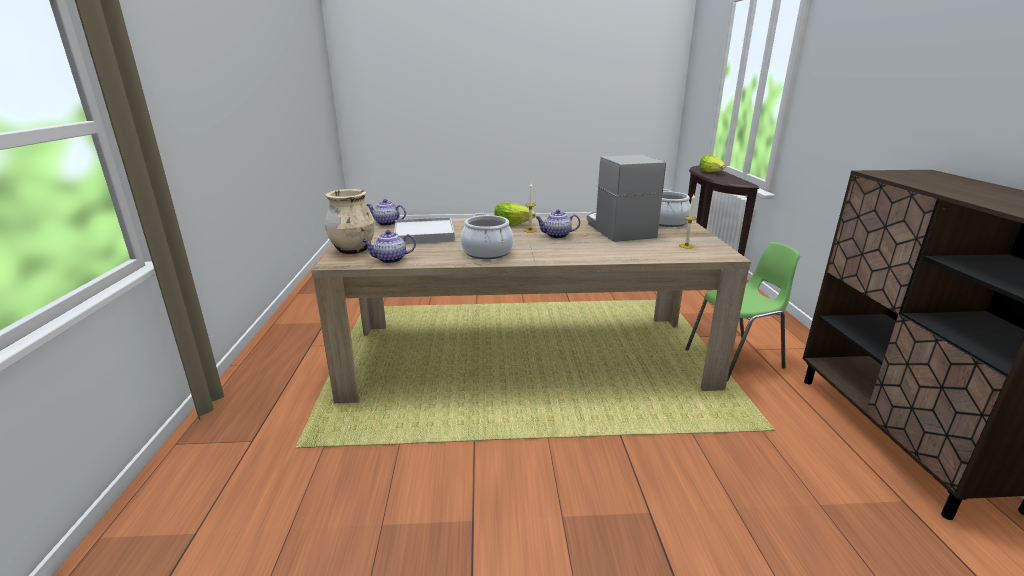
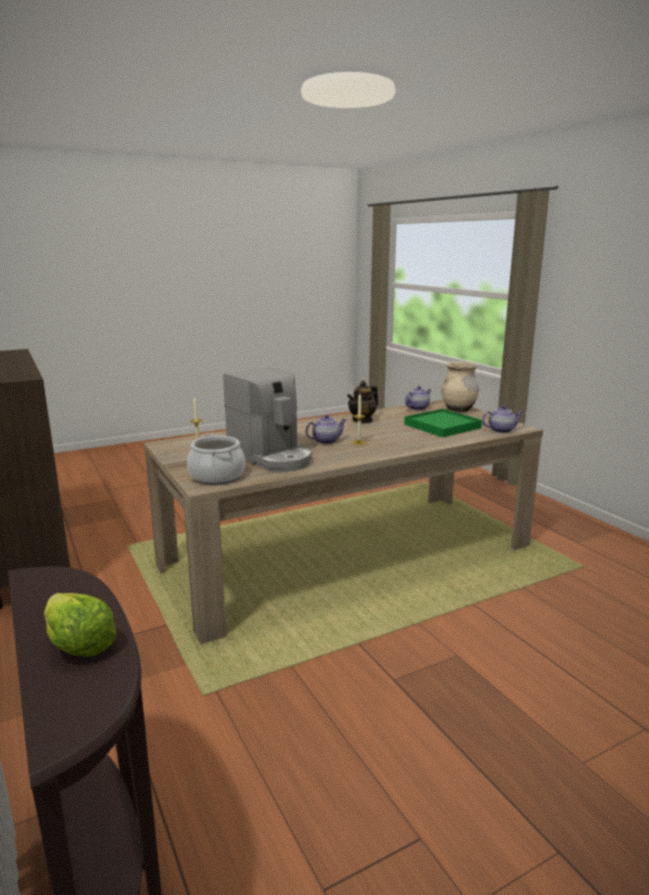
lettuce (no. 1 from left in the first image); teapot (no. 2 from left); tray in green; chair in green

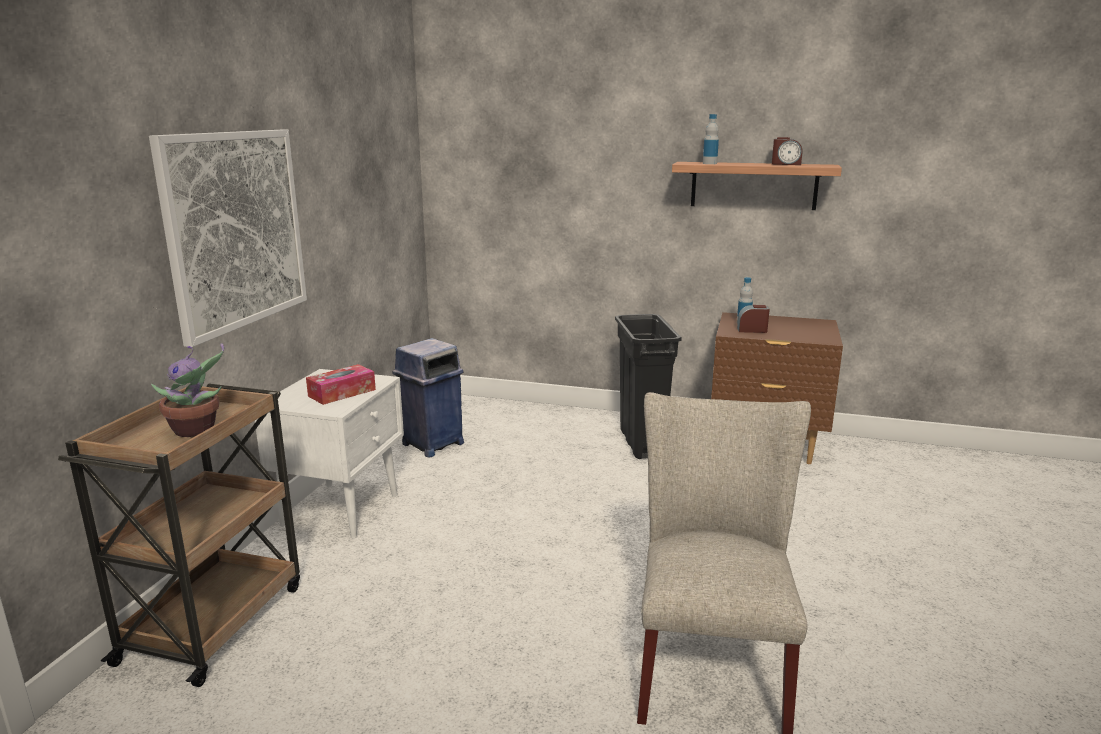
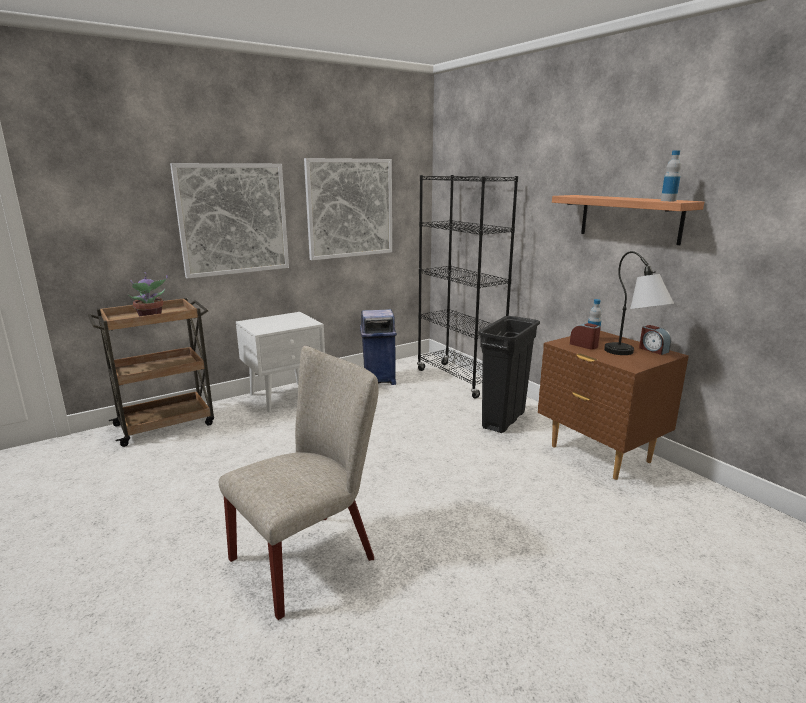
bottle (no. 2 from left); alarm clock (no. 2 from left); tissue box; picture (no. 2 from left); bookcase in black; table lamp

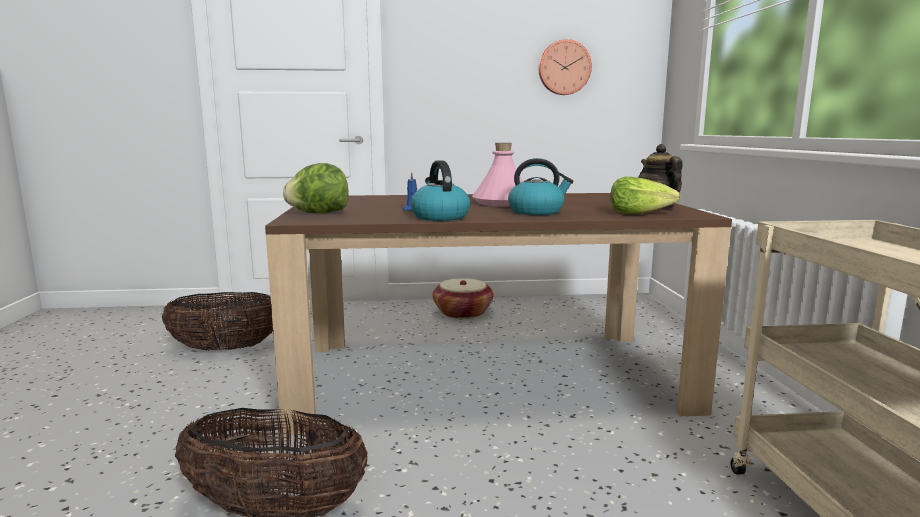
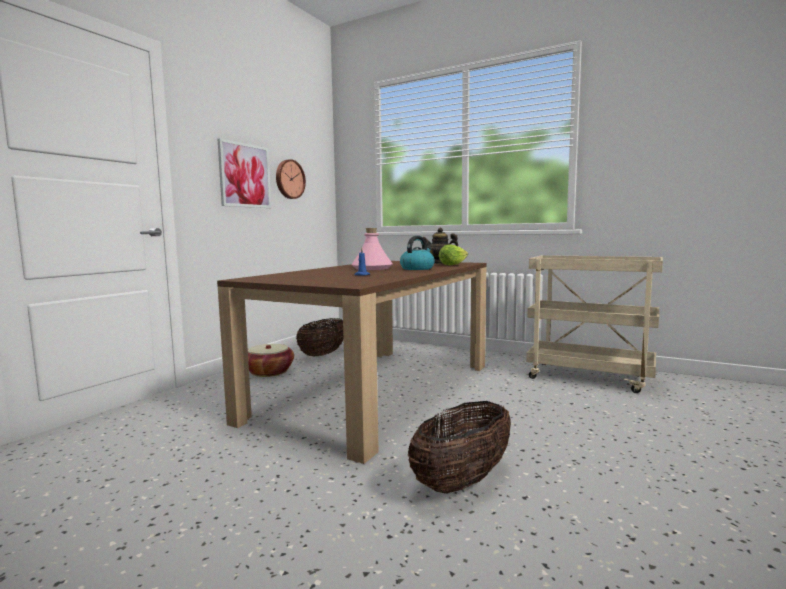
kettle (no. 1 from left in the first image); lettuce (no. 1 from left in the first image); basket (no. 2 from left); picture

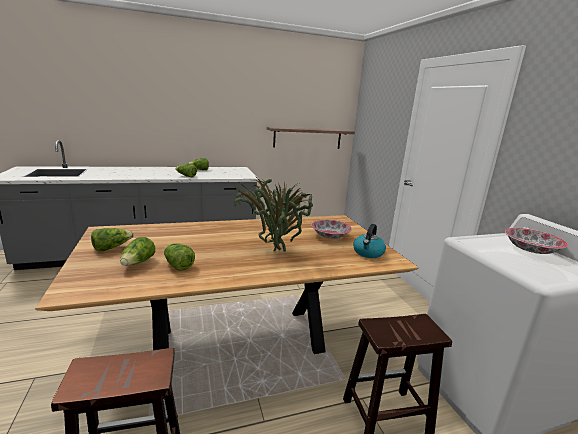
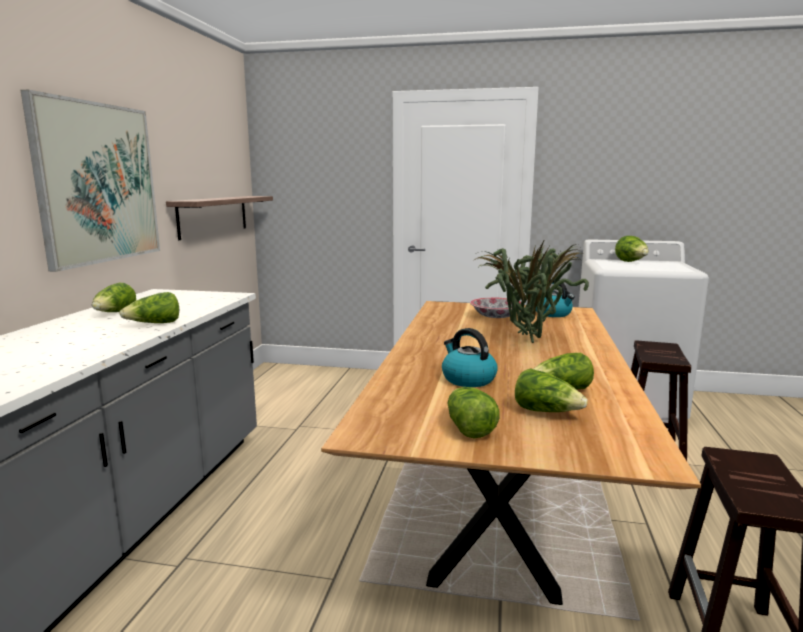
lettuce (no. 6 from left); picture; kettle (no. 1 from left)

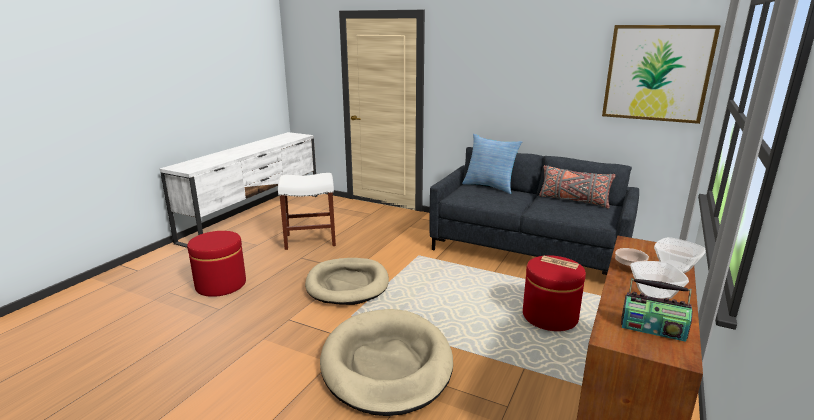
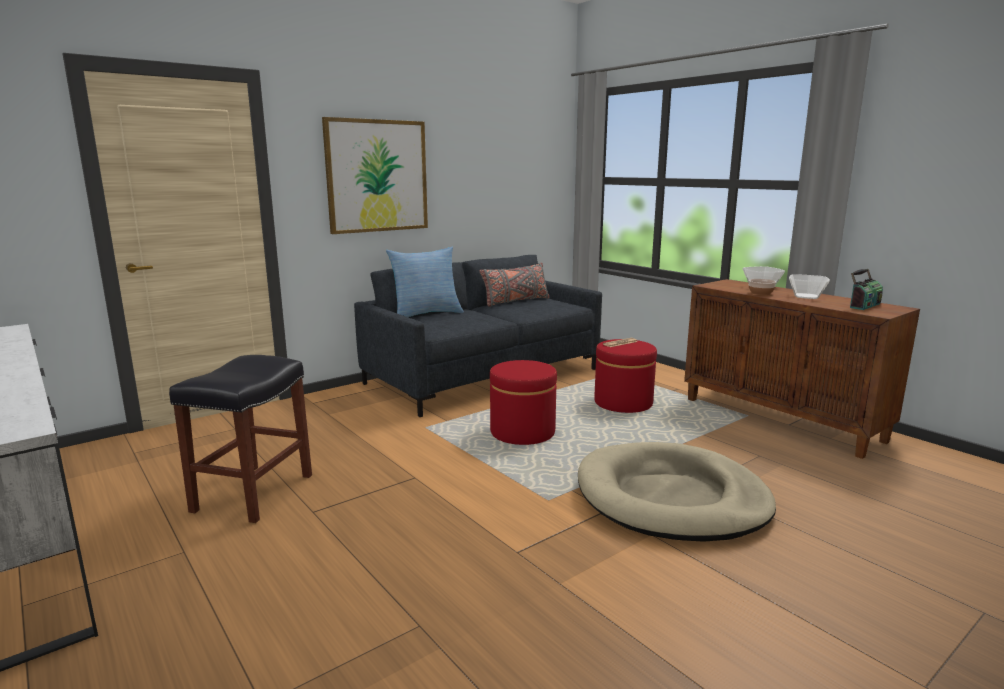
picture; stool in black; ottoman in red (no. 1 from left); dog bed in beige (no. 1 from left in the first image)

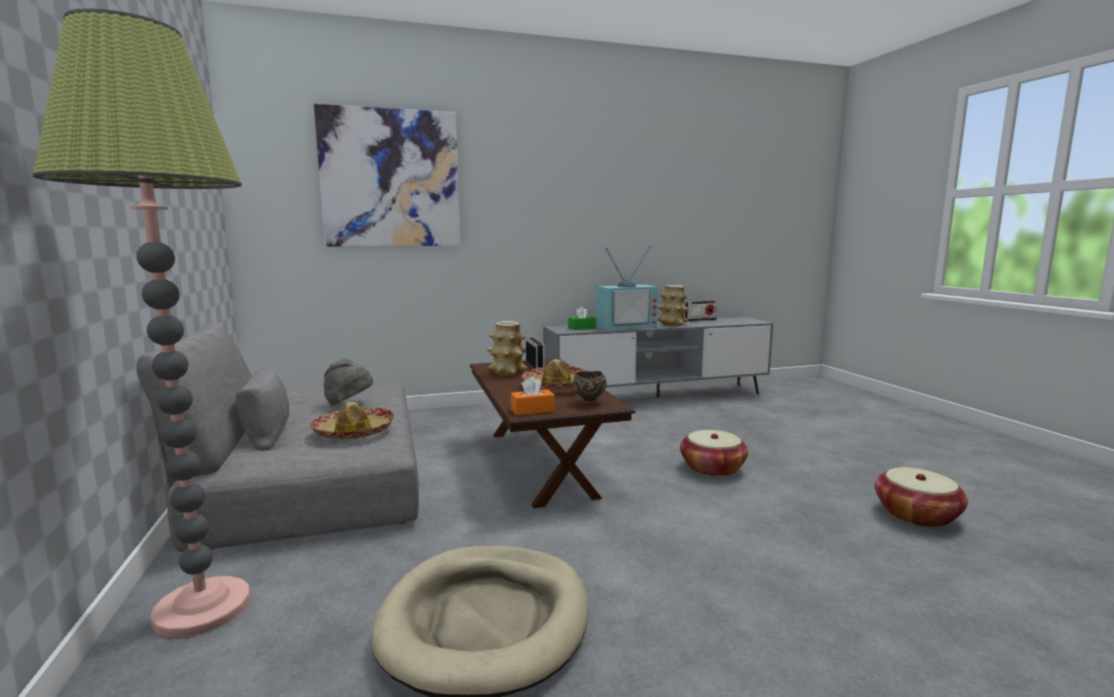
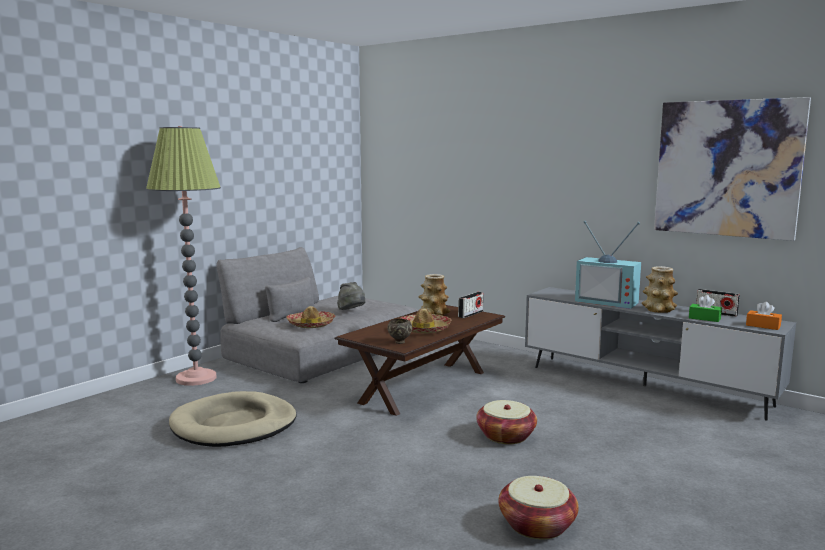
picture; tissue box in green; tissue box in orange

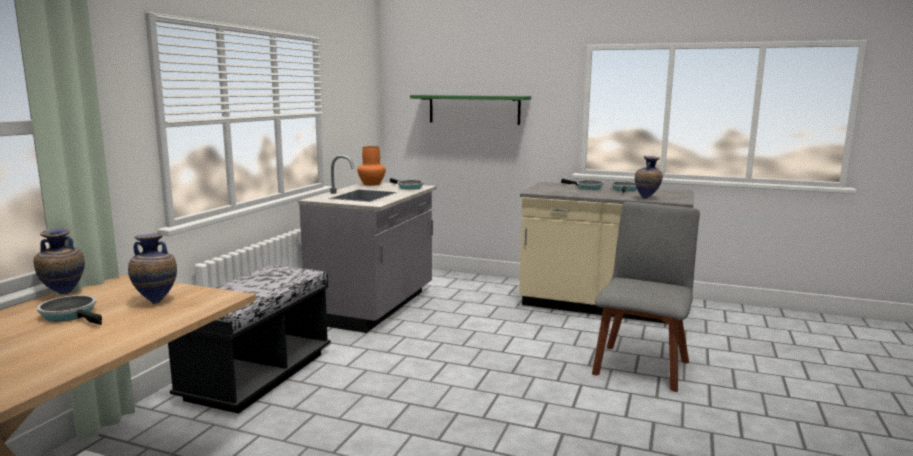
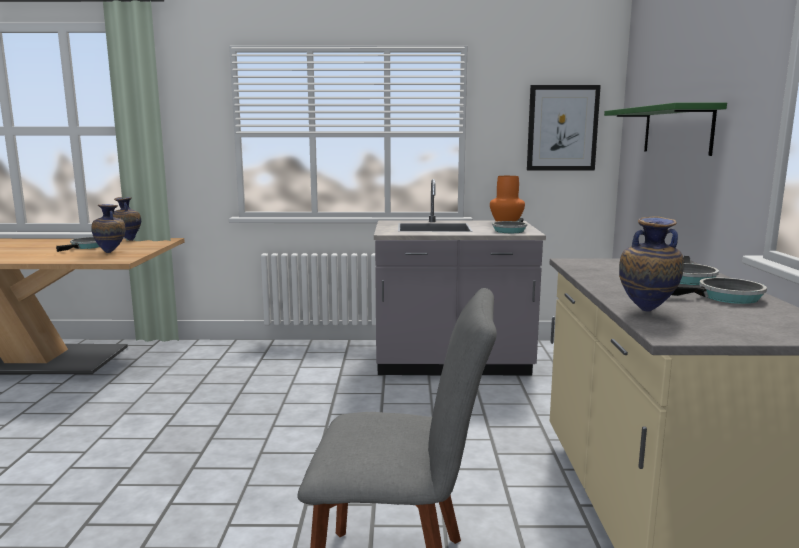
bench in black; picture

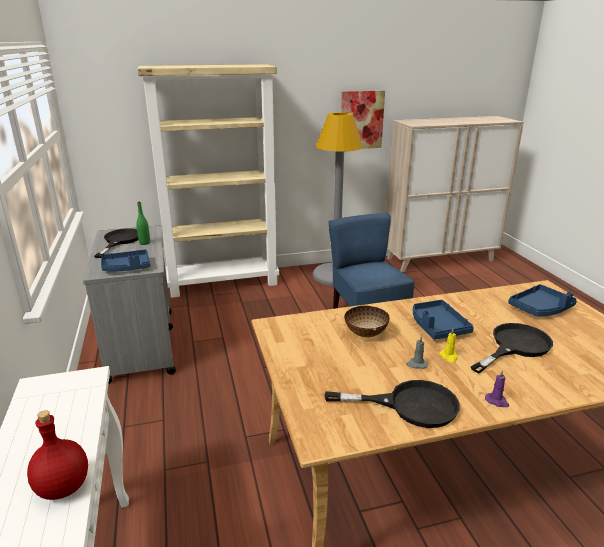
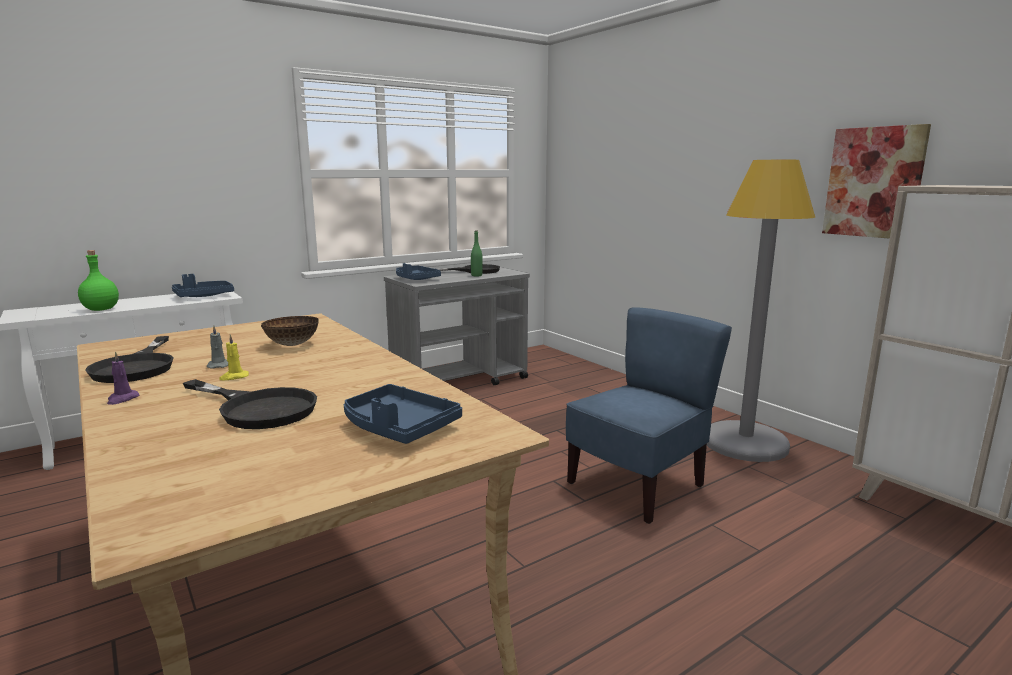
bookcase in beige; tray in blue (no. 1 from left); bottle in green (no. 1 from left)

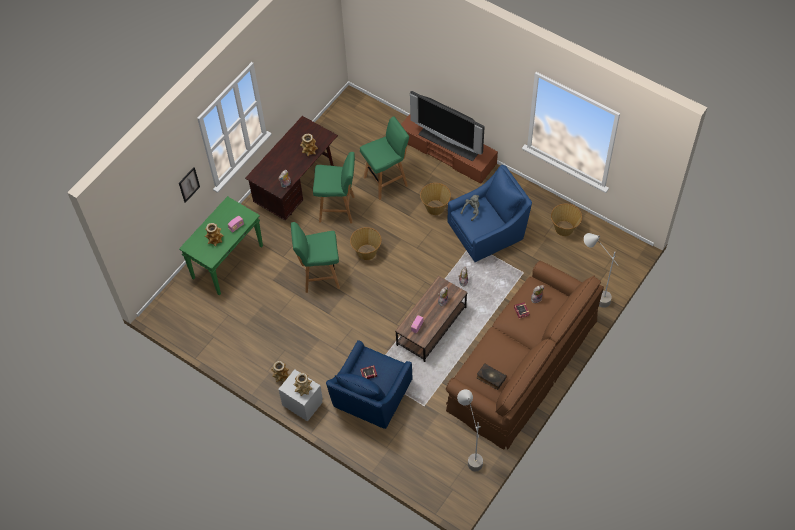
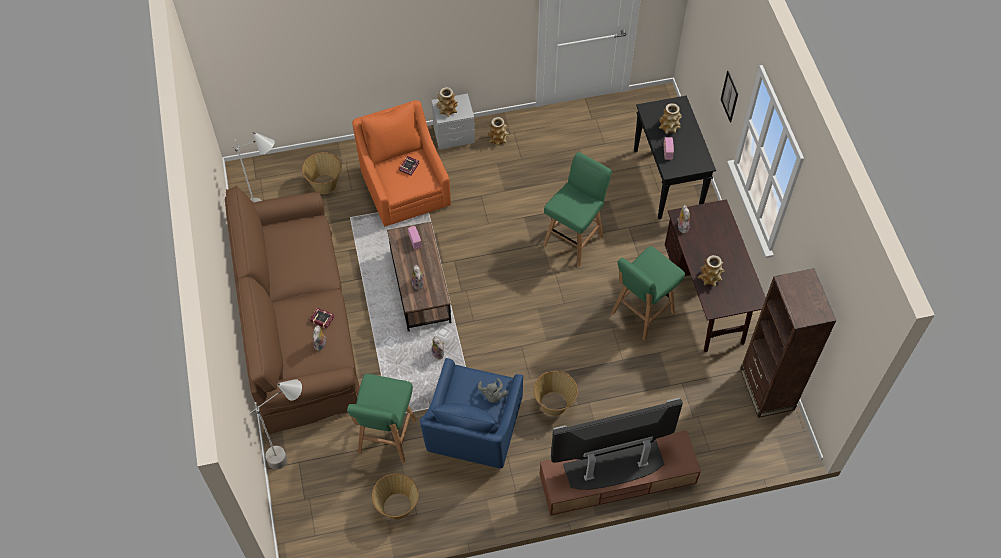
stool in green (no. 1 from left); console table in black; basket (no. 1 from left); armchair in orange; book (no. 2 from left in the first image); bookcase in brown

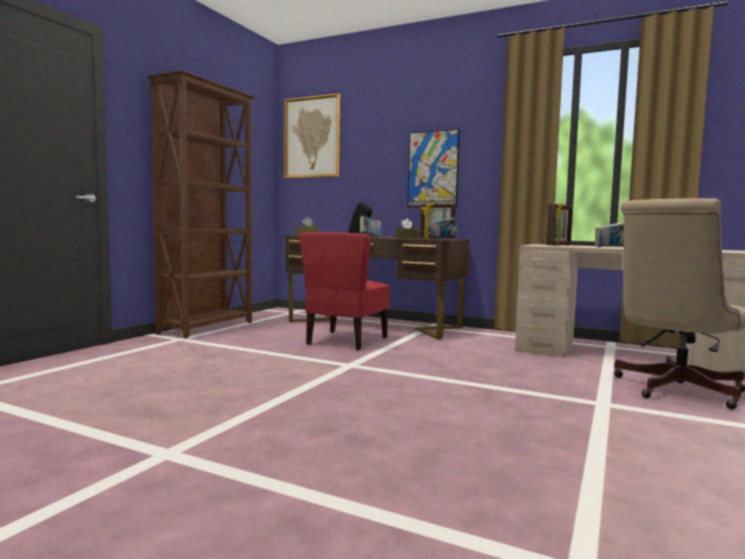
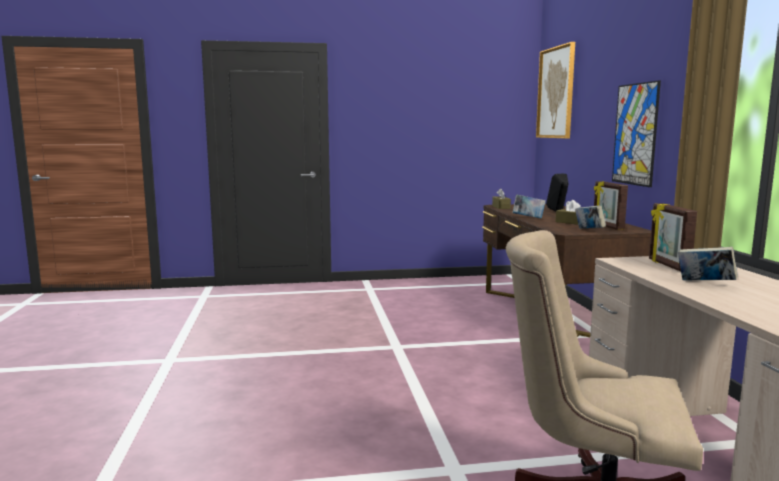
bookcase in brown; picture frame (no. 2 from left); chair in red

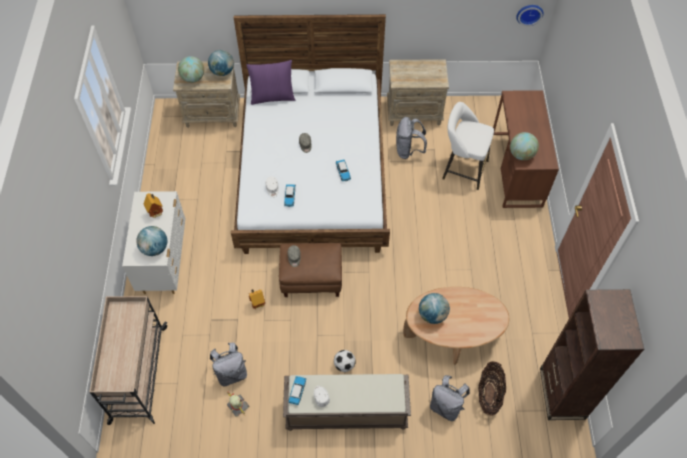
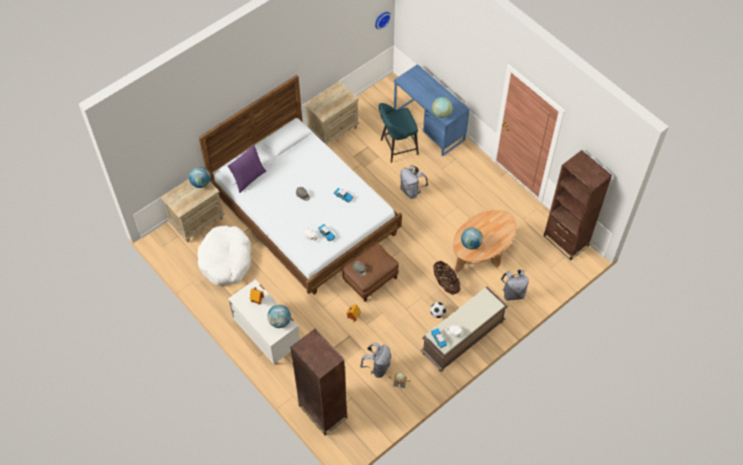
globe (no. 2 from left in the first image); desk in blue; stool in turquoise; backpack in grey (no. 2 from left); bookcase in brown (no. 1 from left); basket; dog bed in white

